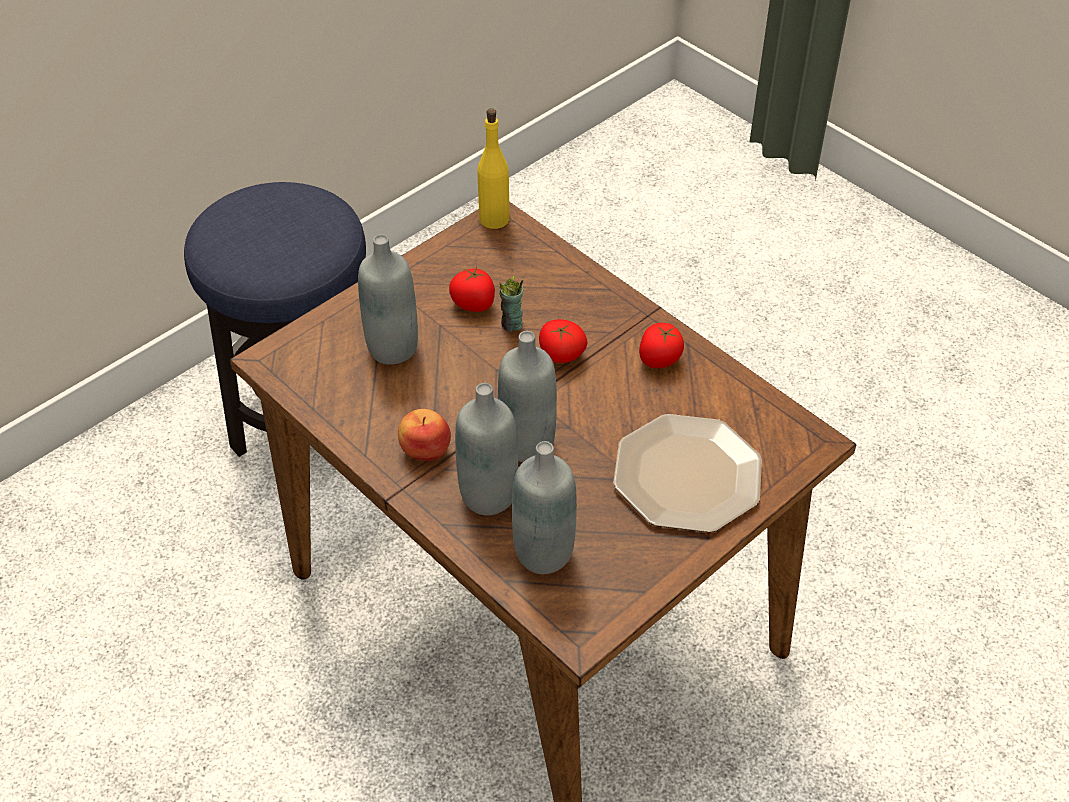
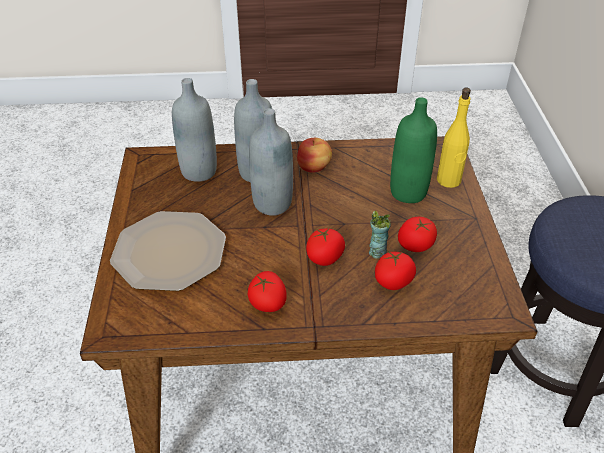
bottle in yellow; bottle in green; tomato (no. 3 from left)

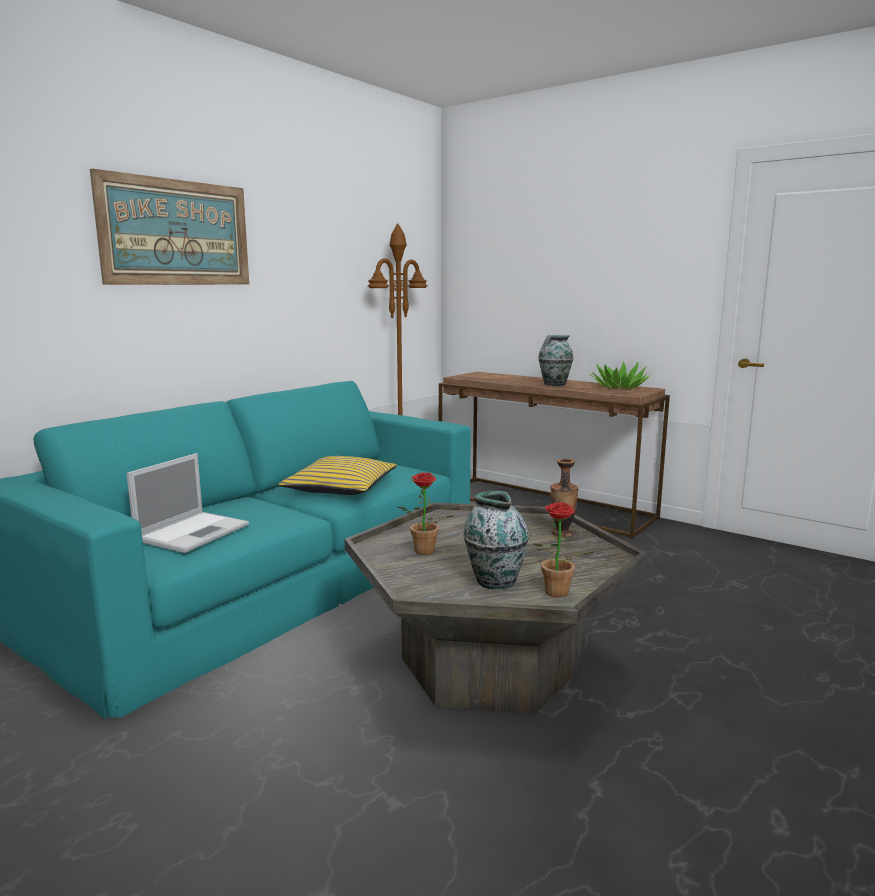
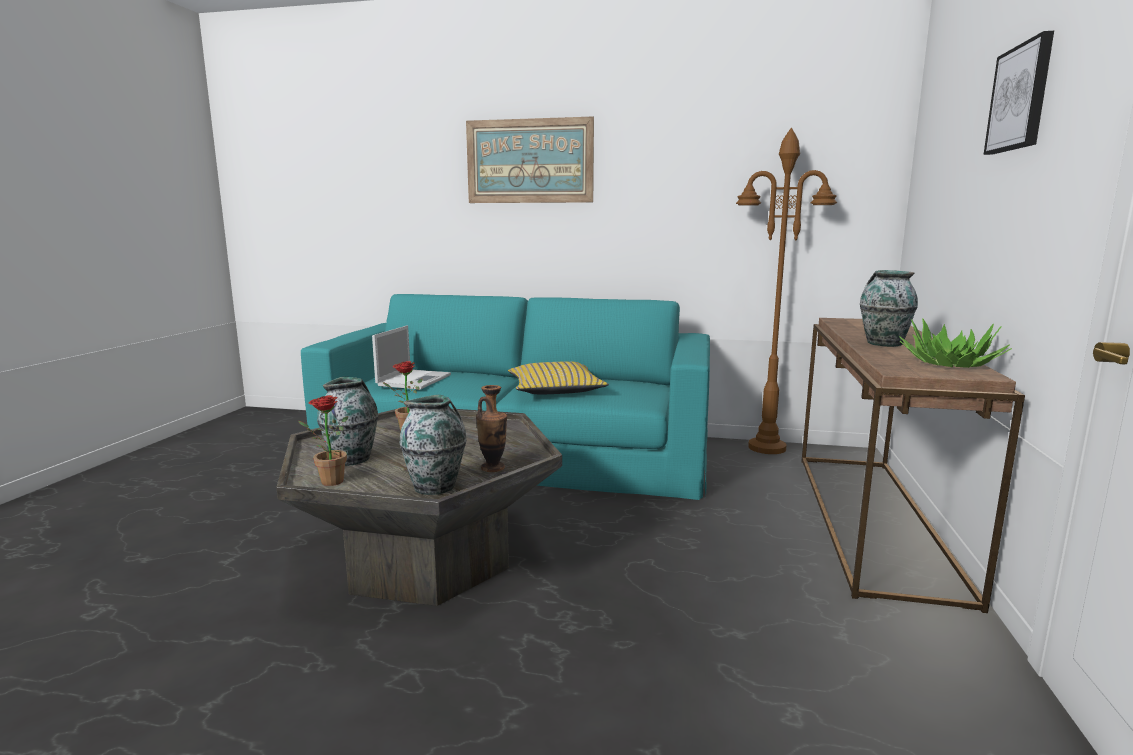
laptop; picture (no. 2 from left); vase (no. 2 from left)

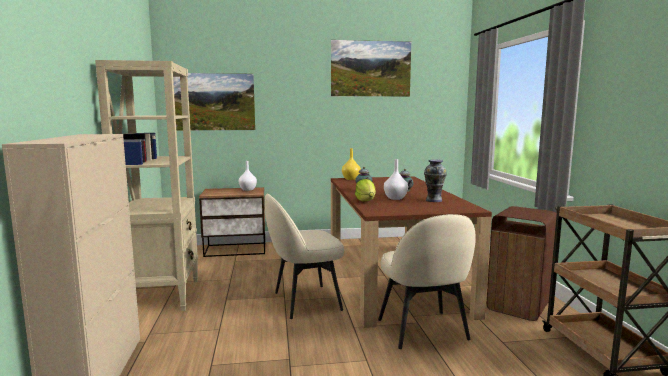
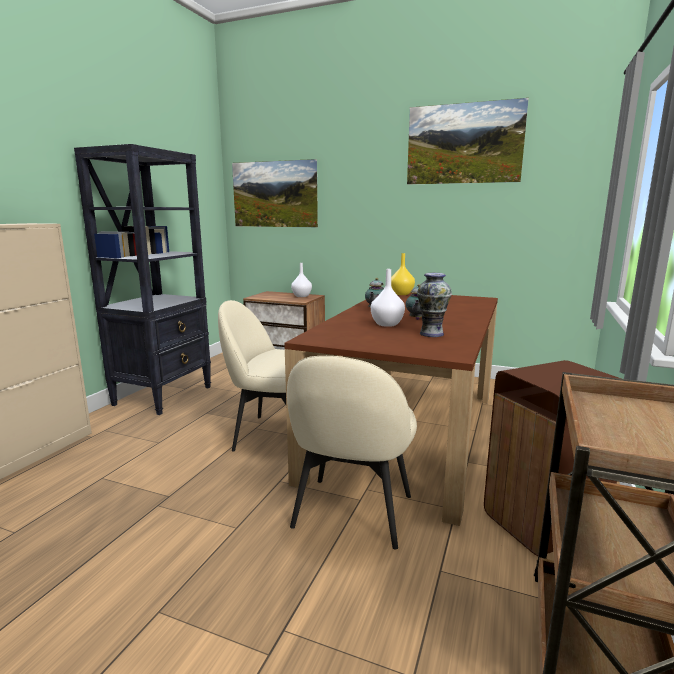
bookcase in black; lettuce

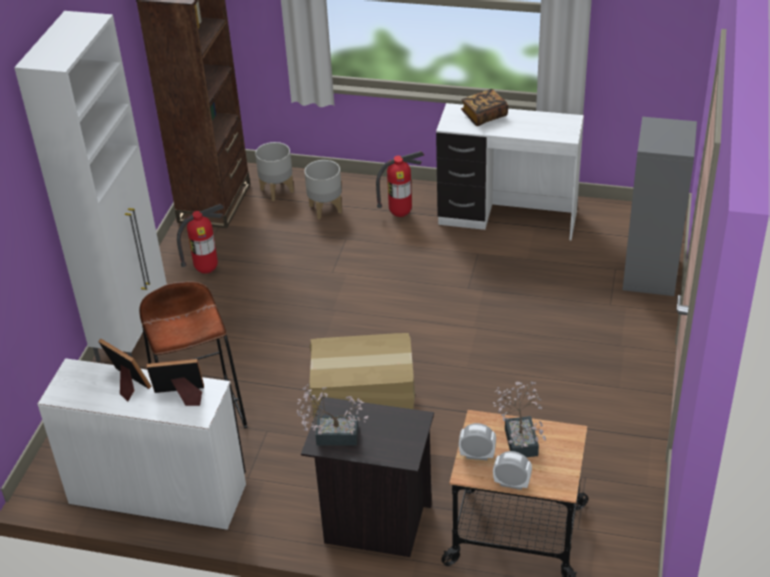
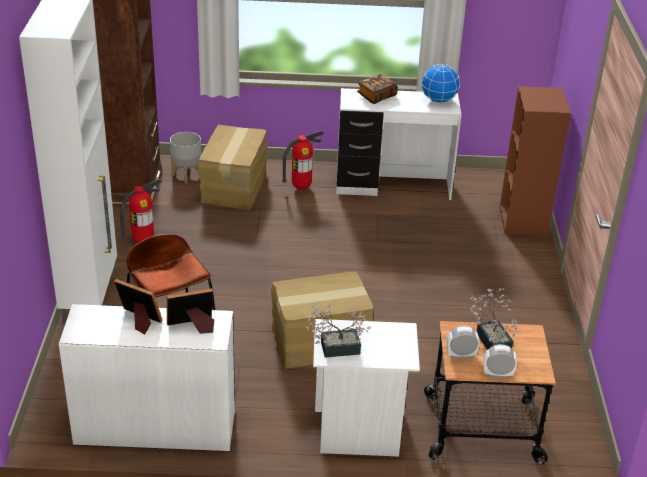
bookcase in brown (no. 2 from left); cardboard box (no. 1 from left); nightstand in white; globe

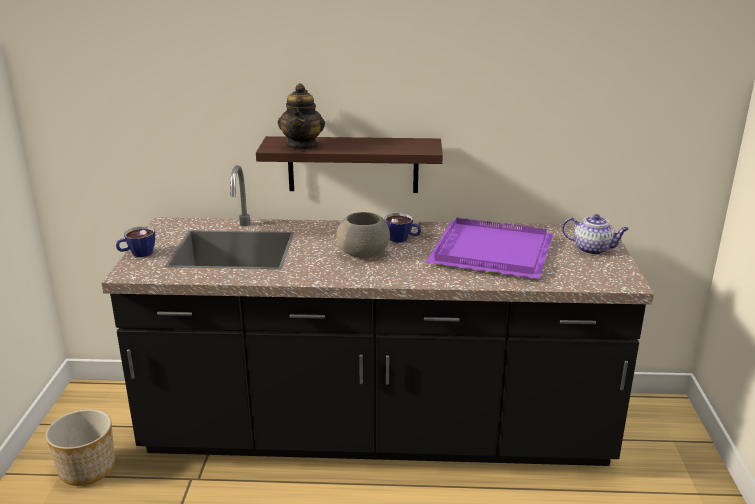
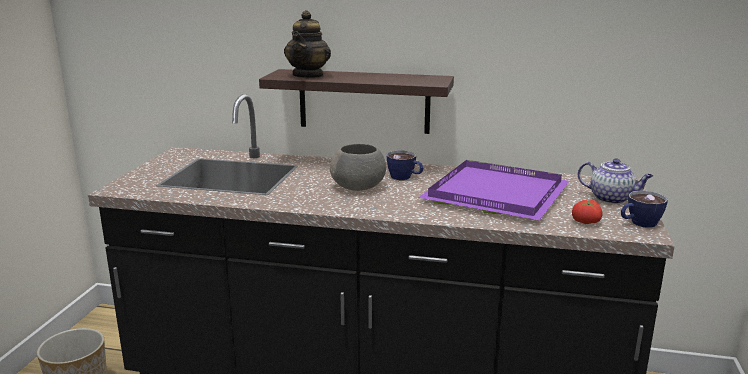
cup (no. 2 from left); tomato

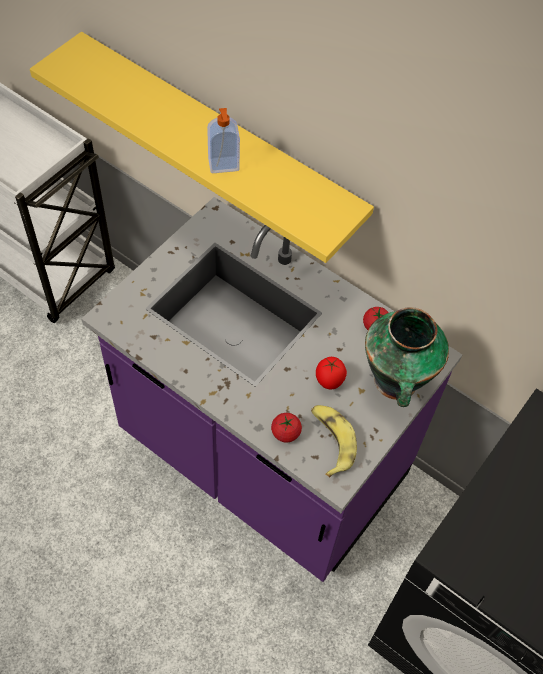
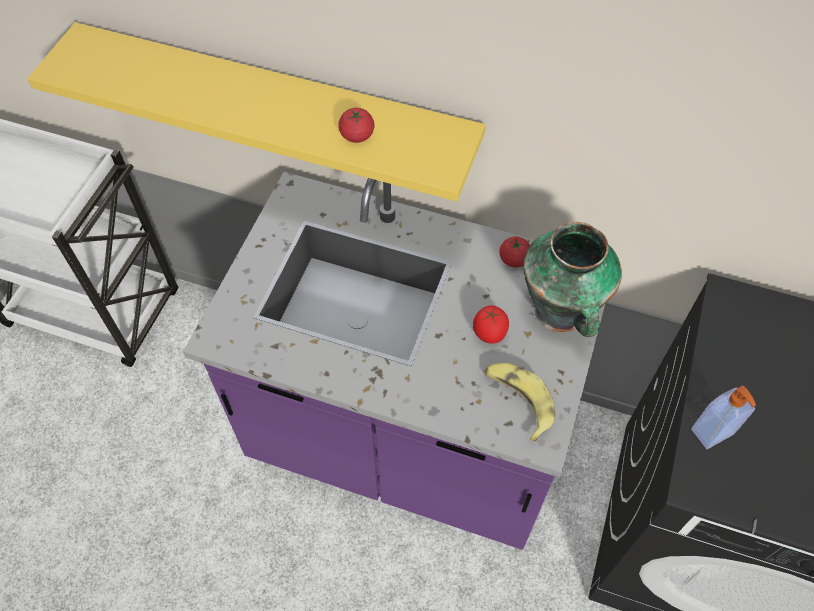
soap dispenser; tomato (no. 1 from left)

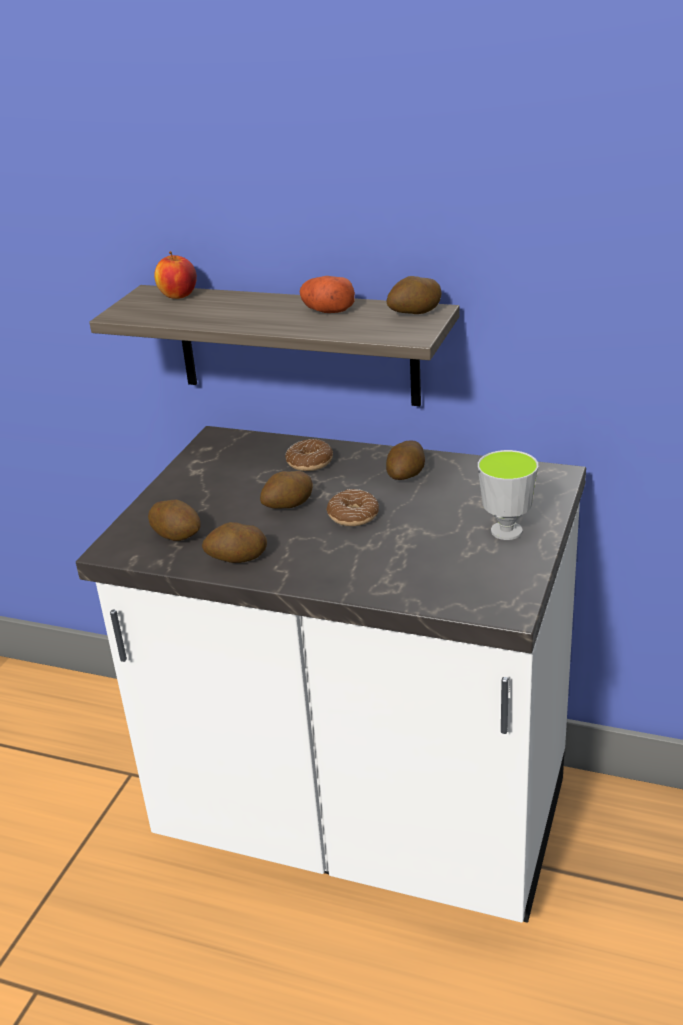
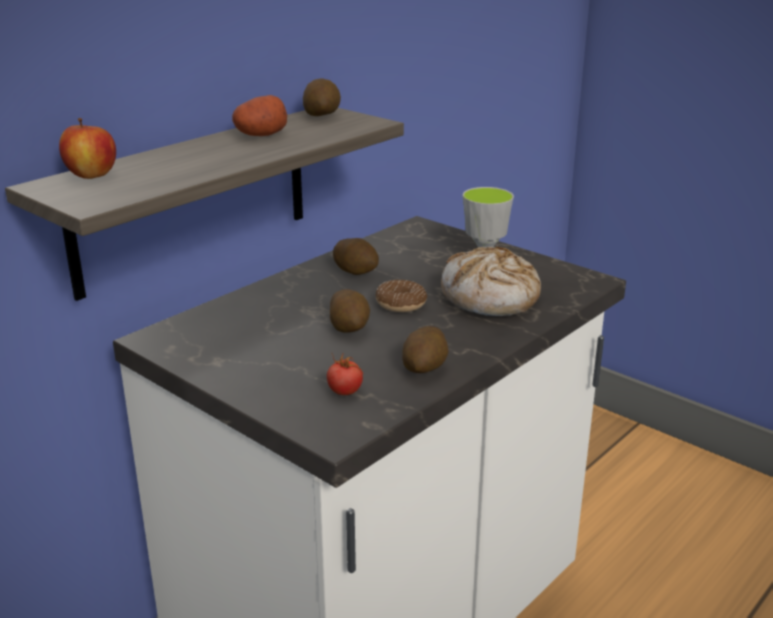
donut (no. 1 from left in the first image); tomato; bread

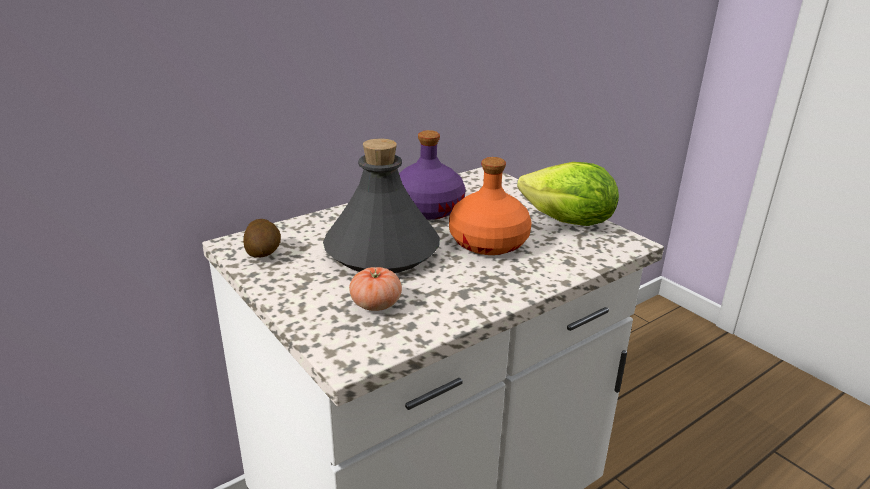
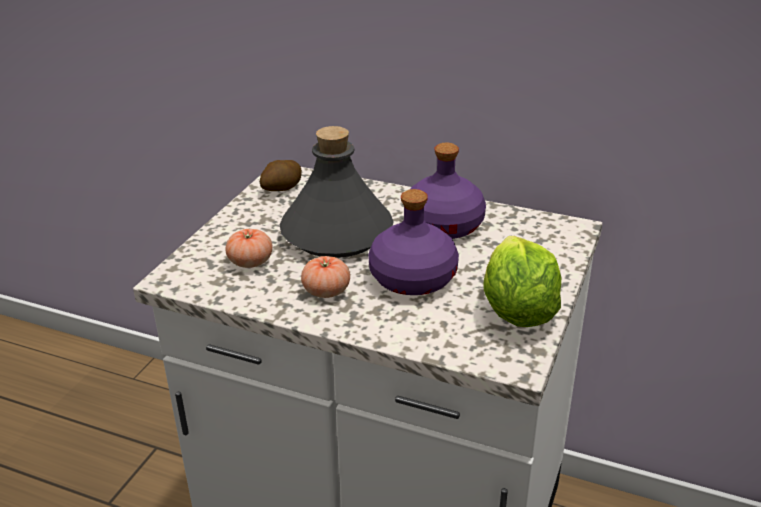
bottle in purple (no. 1 from left); tomato (no. 2 from left)

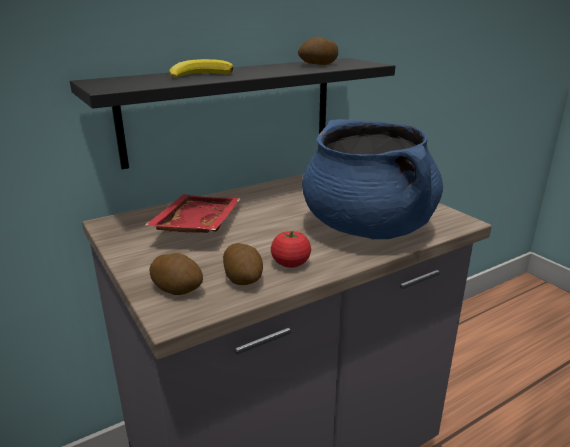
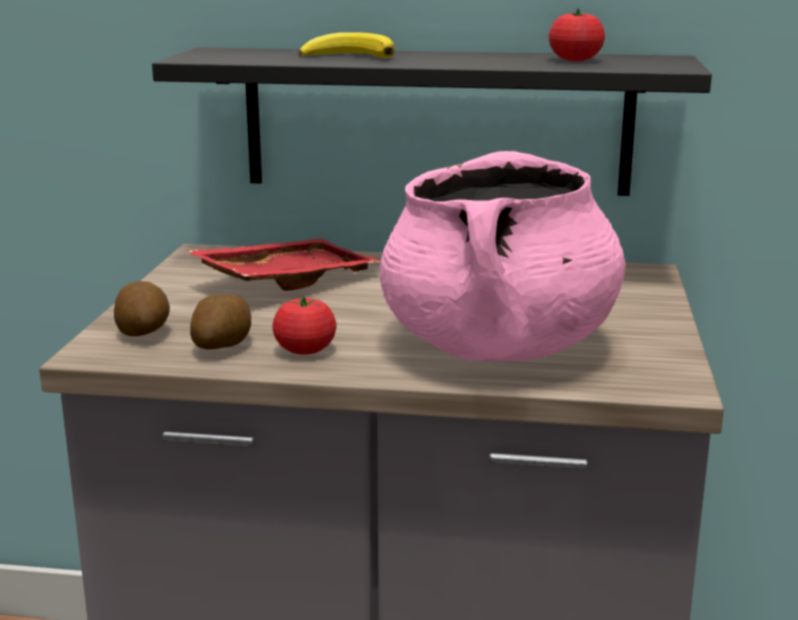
tomato (no. 2 from left); cooking pot in pink

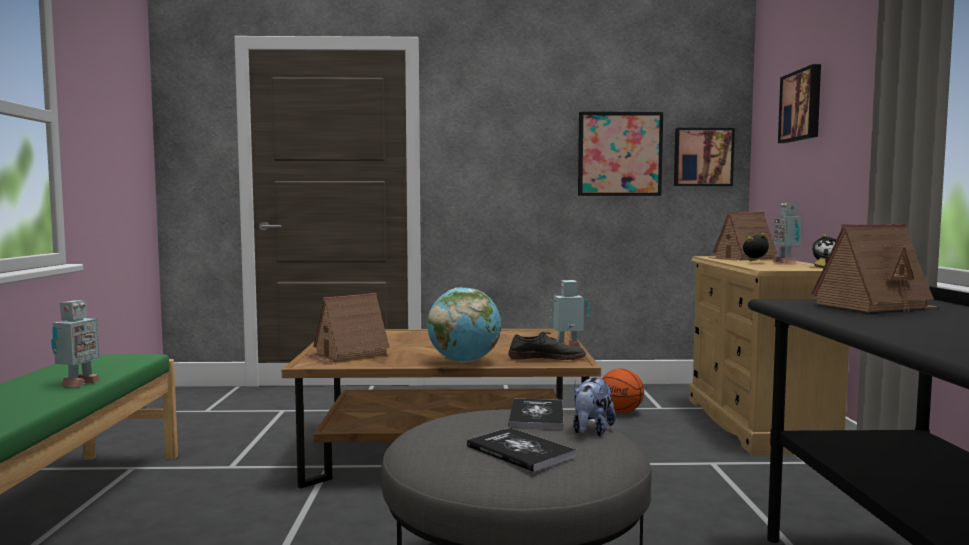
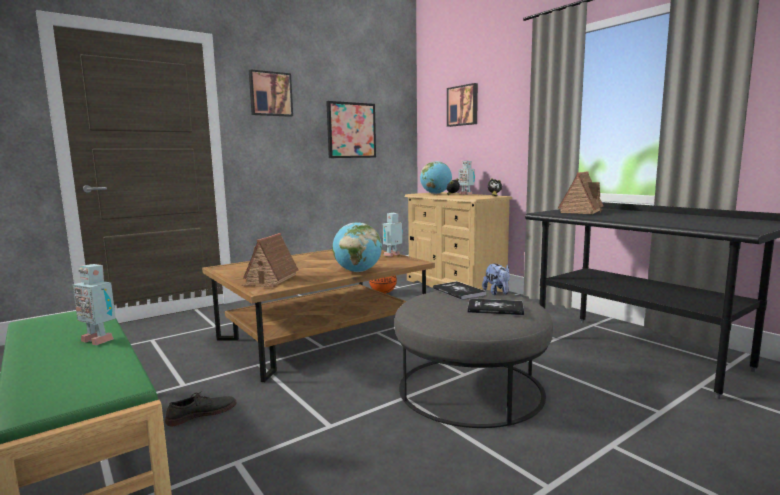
picture (no. 1 from left); globe (no. 2 from left); toy robot (no. 1 from left); shoe in grey

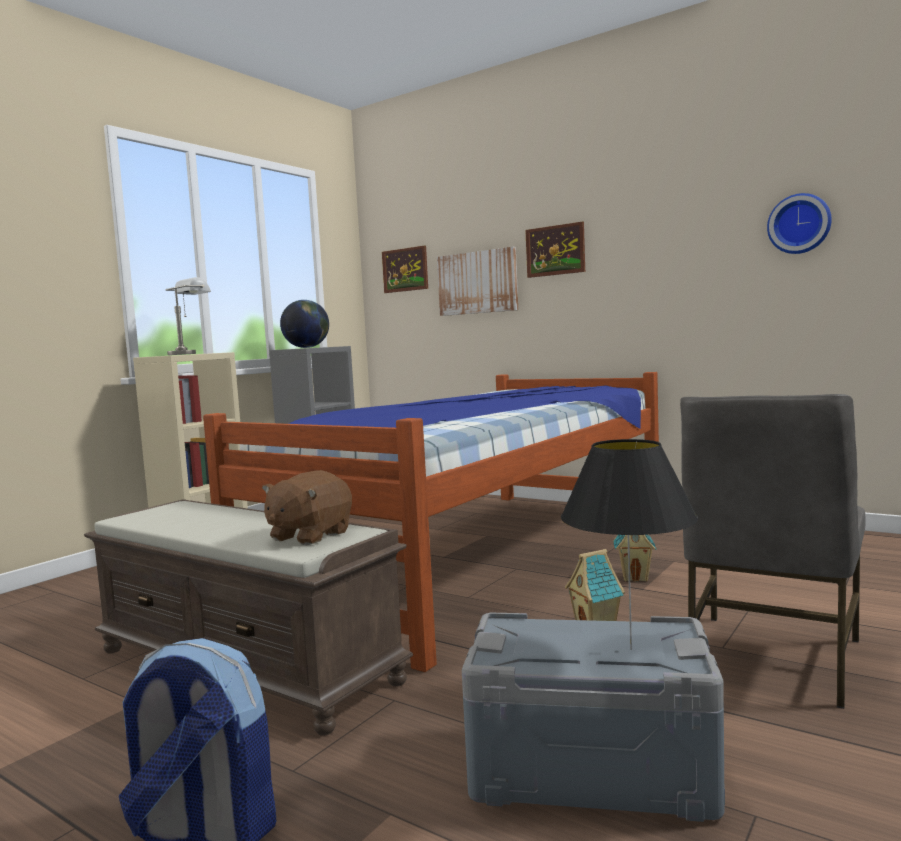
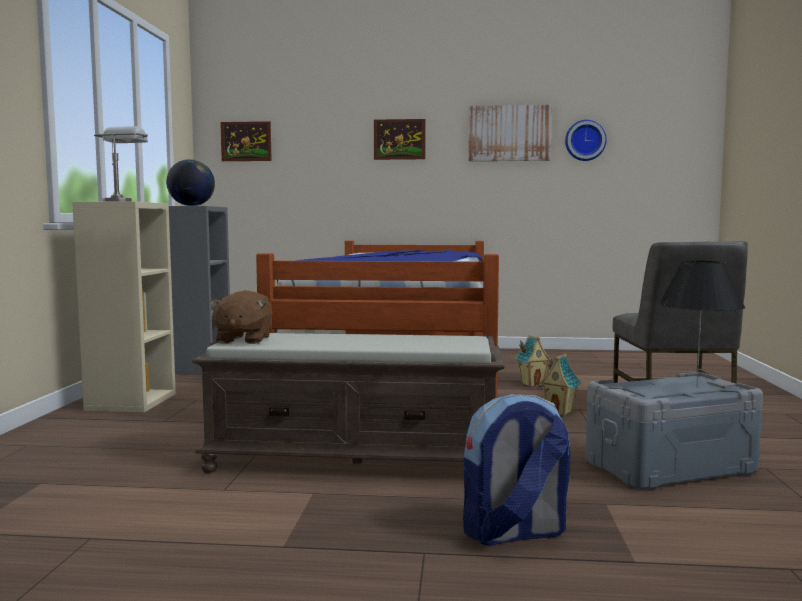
picture (no. 3 from left); plush toy in brown

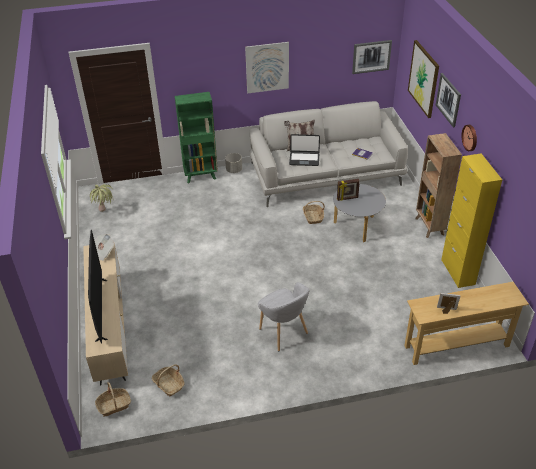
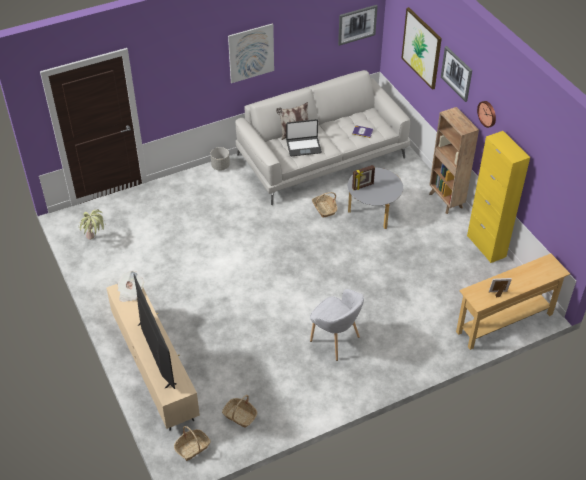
bookcase in green

